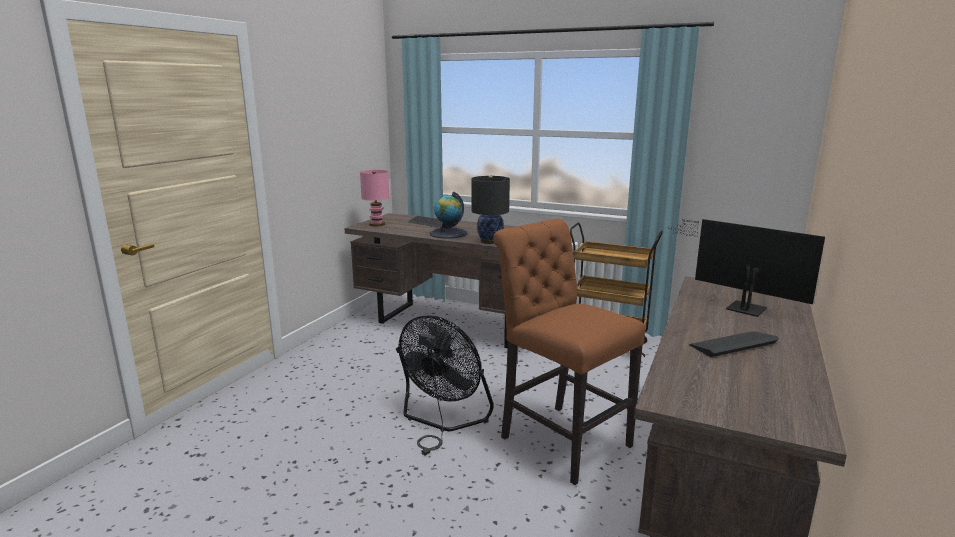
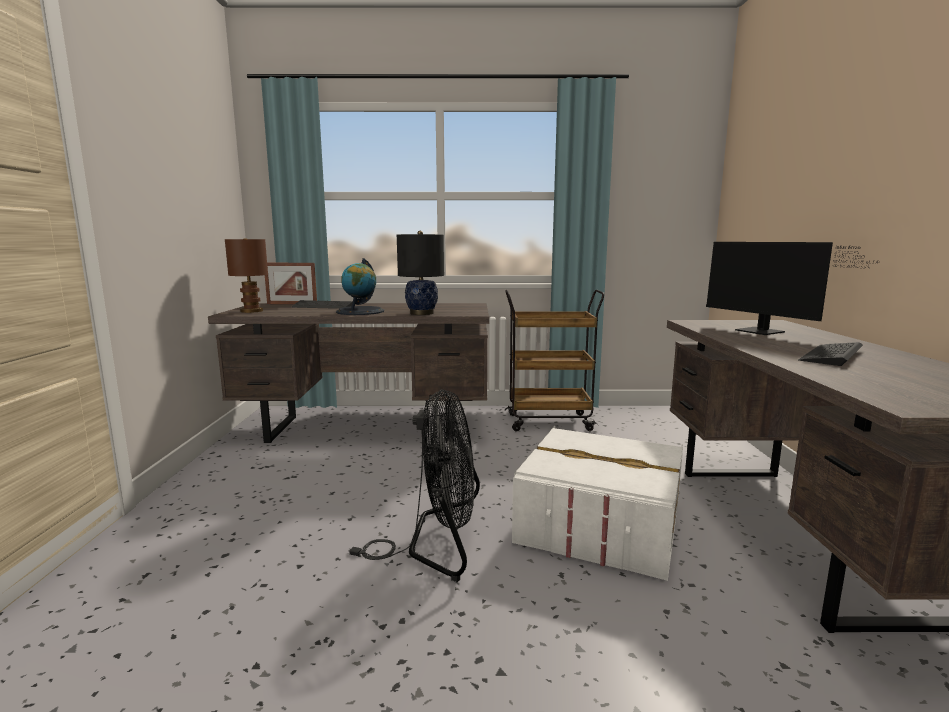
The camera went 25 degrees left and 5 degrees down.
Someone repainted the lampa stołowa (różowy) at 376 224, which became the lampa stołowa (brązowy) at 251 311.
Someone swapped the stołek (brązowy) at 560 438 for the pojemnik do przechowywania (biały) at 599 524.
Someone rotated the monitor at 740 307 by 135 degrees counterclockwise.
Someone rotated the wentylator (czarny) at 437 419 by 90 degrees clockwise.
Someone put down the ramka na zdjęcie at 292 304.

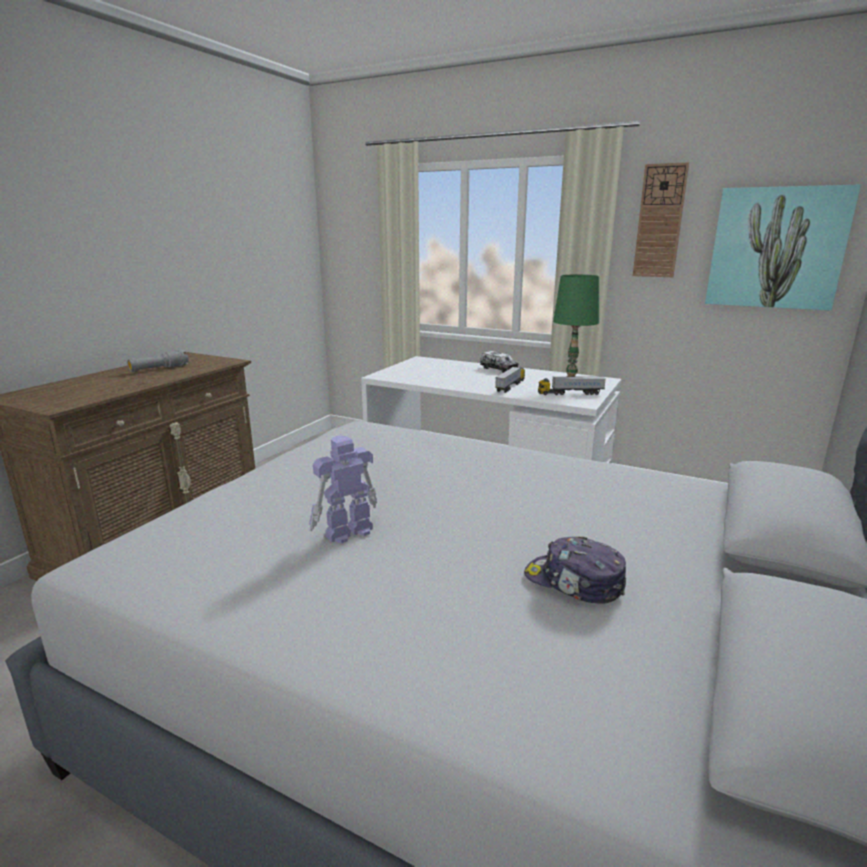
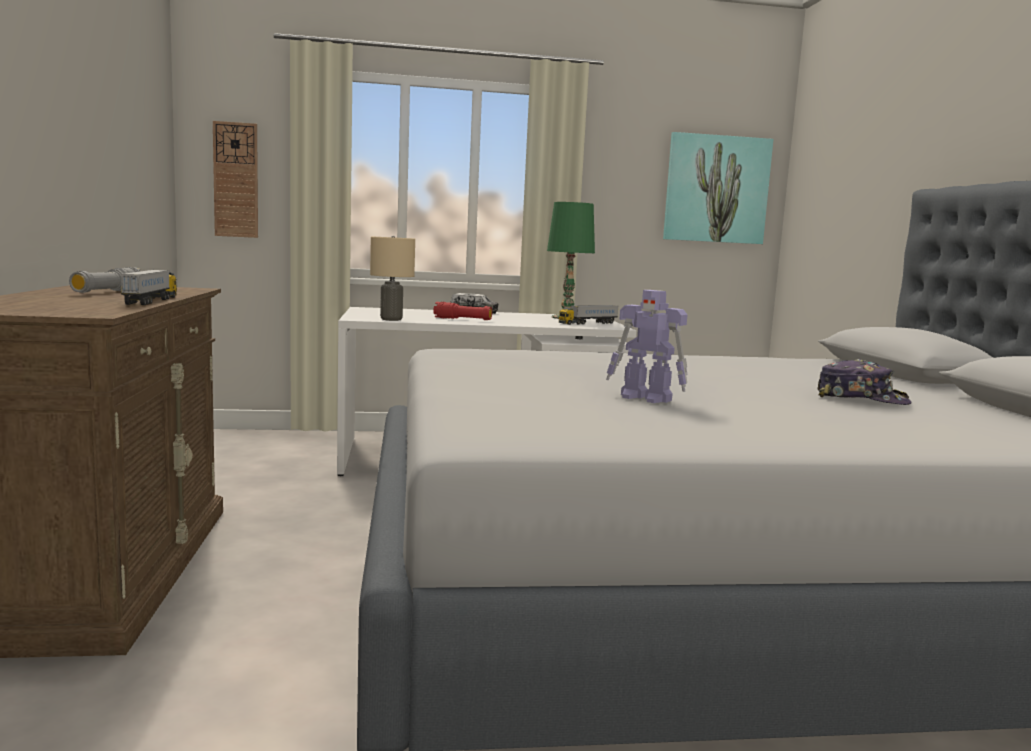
The camera went 35 degrees left and 10 degrees down.
Someone carried the zegar ścienny from 659 221 to 236 180.
Someone carried the ciężarówka zabawkowa from 510 386 to 151 301.
Someone rotated the robot zabawkowy at 347 532 by 75 degrees counterclockwise.
Someone rotated the czapka z daszkiem at 574 582 by 150 degrees counterclockwise.
Someone put down the lampa stołowa (beżowy) at 391 320.
Someone put down the latarka (czerwony) at 462 319.

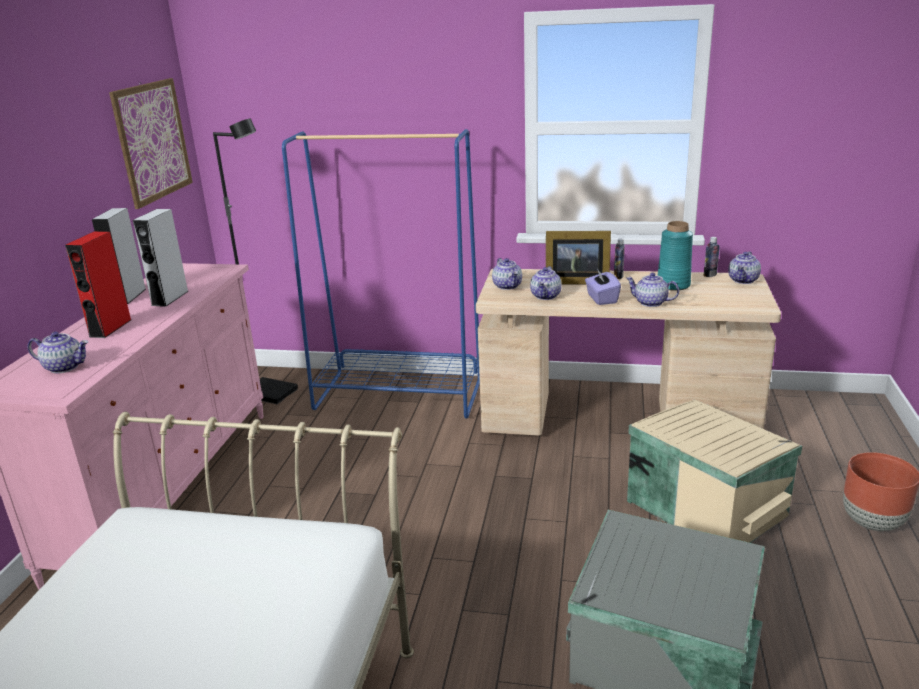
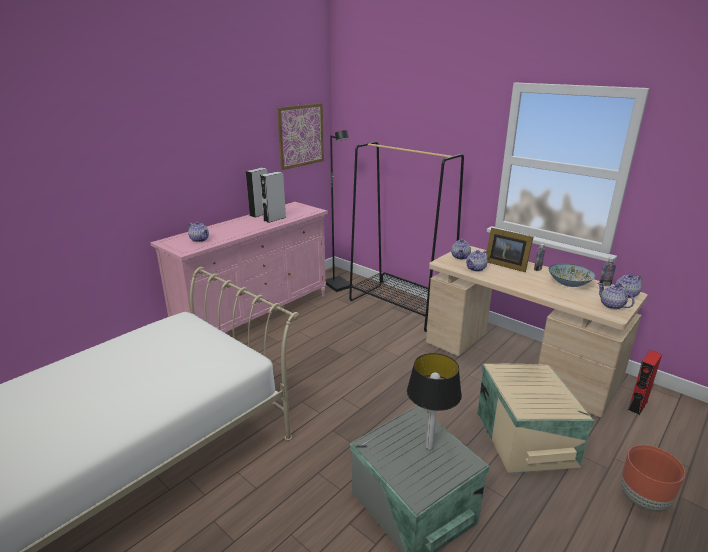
The camera went 30 degrees right and 0 degrees up.
Someone repainted the wieszak (niebieski) at 399 395, which became the wieszak (czarny) at 400 307.
Someone swapped the wazon (turkusowy) at 673 285 for the miska at 569 284.
Someone carried the głośnik (czerwony) from 110 328 to 637 405.
Someone took away the pudełko chusteczek (fioletowy) at 601 299.
Someone carried the imbryk from 650 303 to 611 305.
Someone put down the lampa stołowa at 429 447.

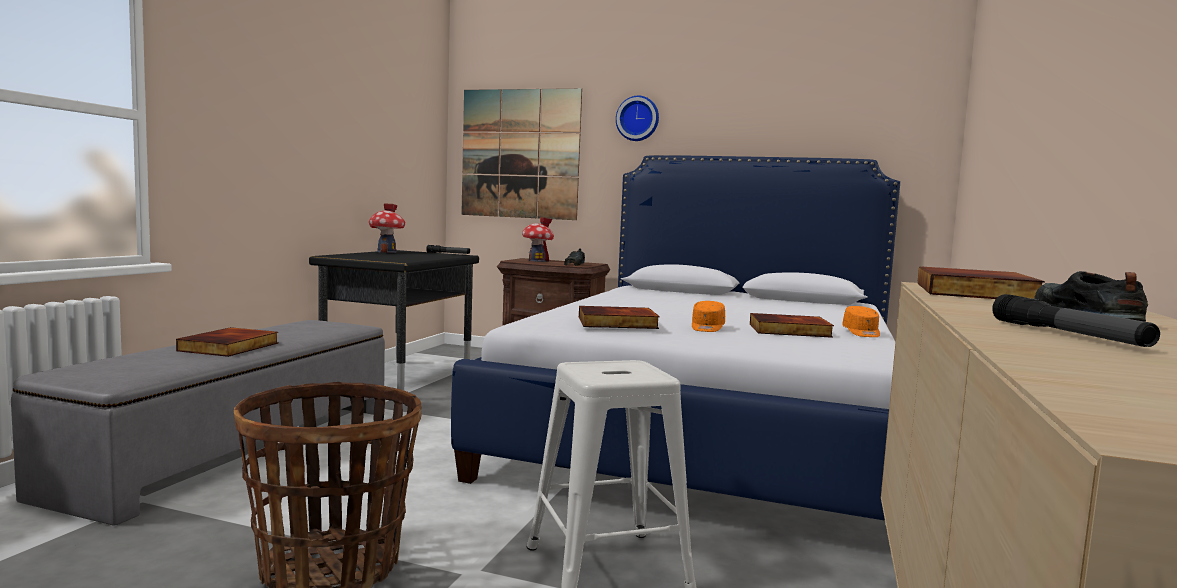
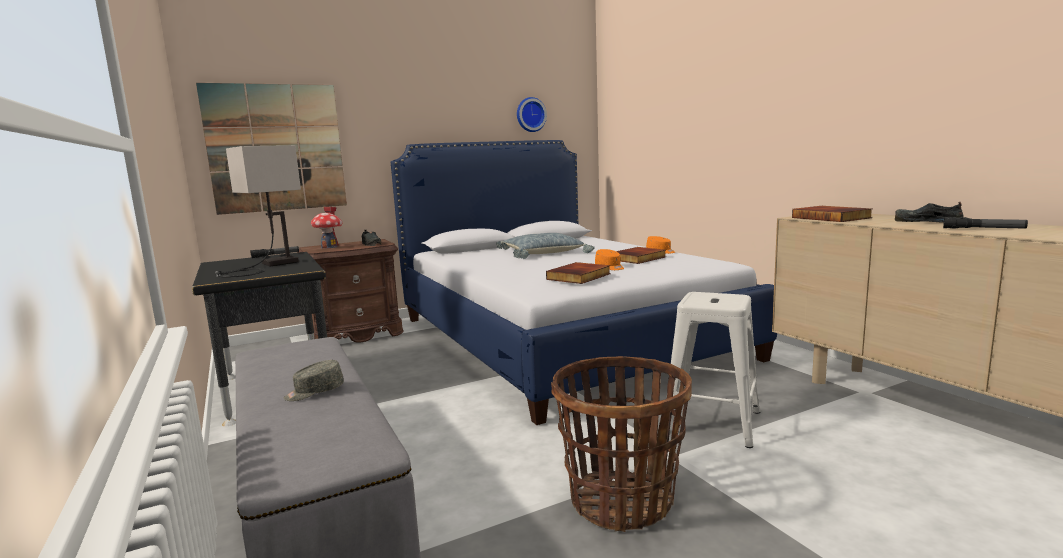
The camera went 45 degrees left and 5 degrees up.
Someone carried the zegar ścienny from 638 119 to 530 115.
Someone took away the domek at 387 252.
Someone swapped the książka at 230 347 for the czapka z daszkiem (szary) at 314 392.
Someone put down the lampa stołowa at 263 267.
Someone put down the poduszka at 542 252.

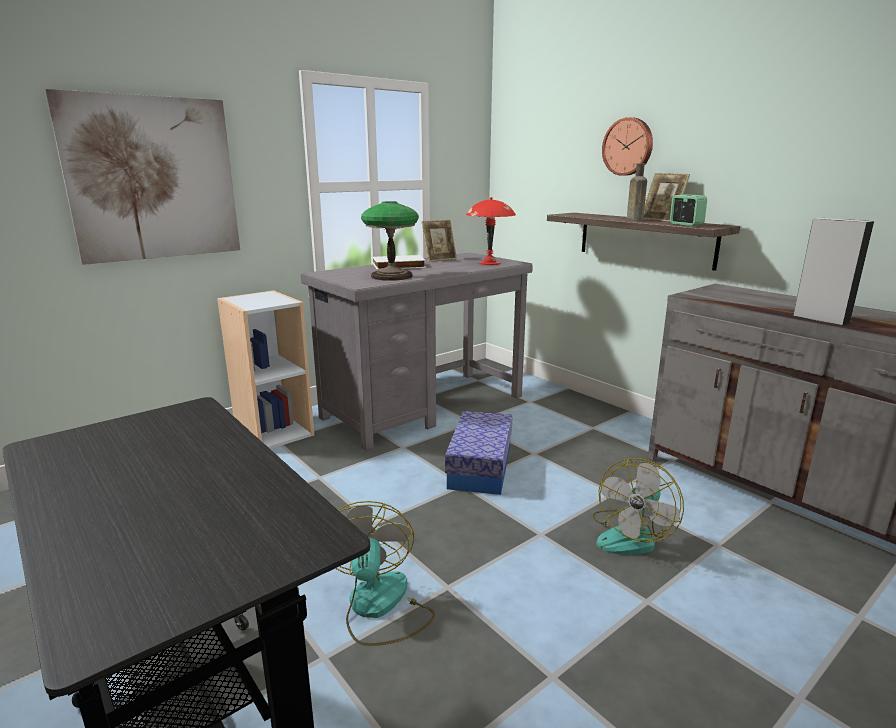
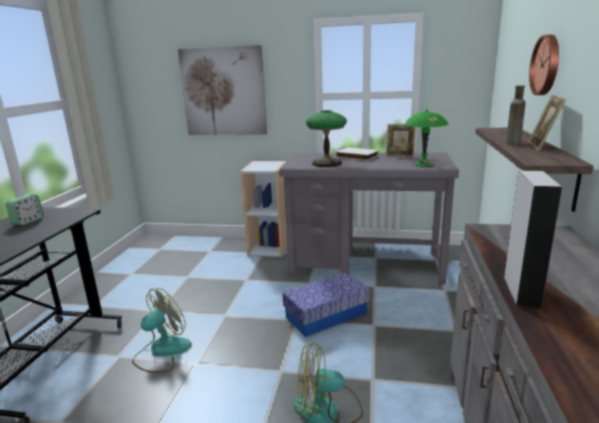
The camera went 50 degrees right and 0 degrees up.
Someone carried the budzik from 685 224 to 28 221.
Someone repainted the lampa stołowa (czerwony) at 490 263, which became the lampa stołowa (zielony) at 424 164.

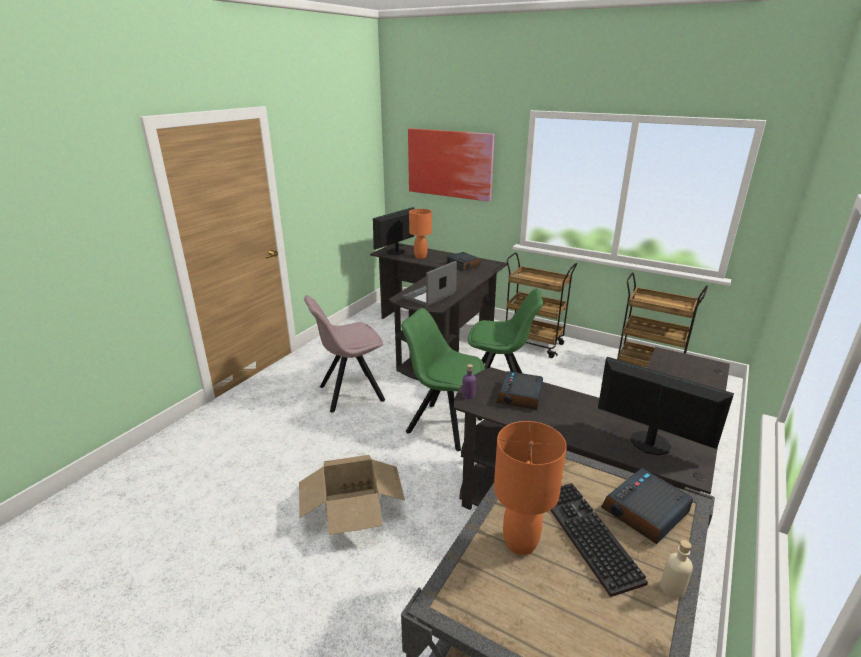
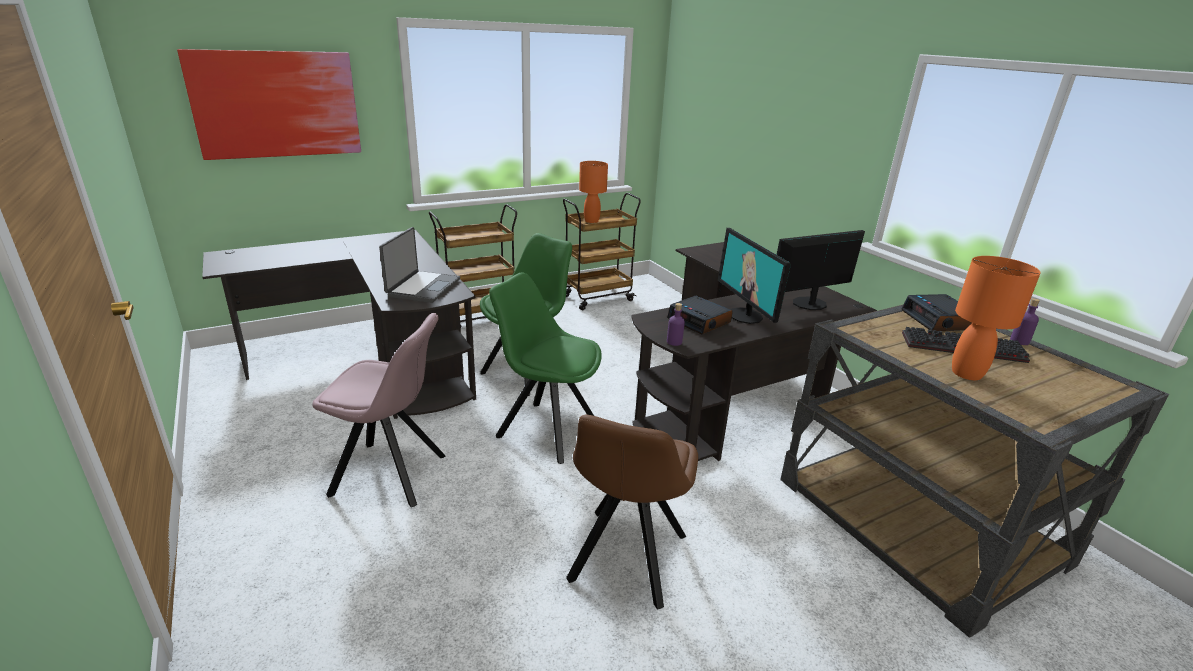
The camera went 60 degrees left and 0 degrees up.
Someone carried the monitor from 396 252 to 746 316.
Someone carried the lampa stołowa (pomarańczowy) from 420 257 to 591 221.
Someone took away the budzik at 463 265.
Someone rotated the laptop at 430 296 by 150 degrees counterclockwise.
Someone rotated the krzesło (różowy) at 350 393 by 90 degrees counterclockwise.
Someone rotated the krzesło (zielony) at 443 426 by 60 degrees clockwise.
Someone swapped the karton at 352 509 for the krzesło (brązowy) at 626 557.
Someone repainted the butelka (beżowy) at 672 587, which became the butelka (fioletowy) at 1019 341.

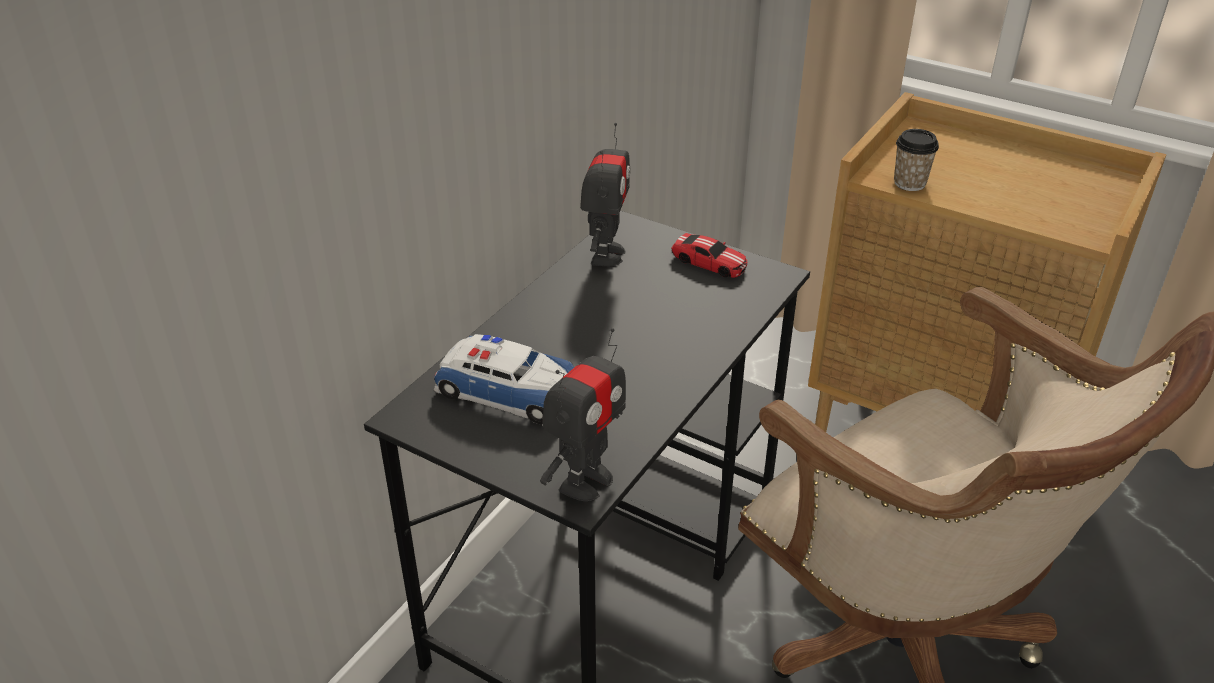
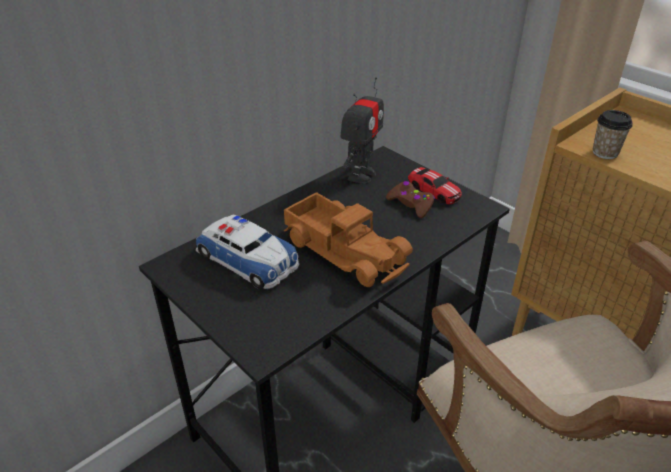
The camera went 15 degrees right and 0 degrees up.
Someone took away the robot zabawkowy at 585 481.
Someone put down the pad do gier (brązowy) at 411 204.
Someone put down the ciężarówka zabawkowa at 346 250.

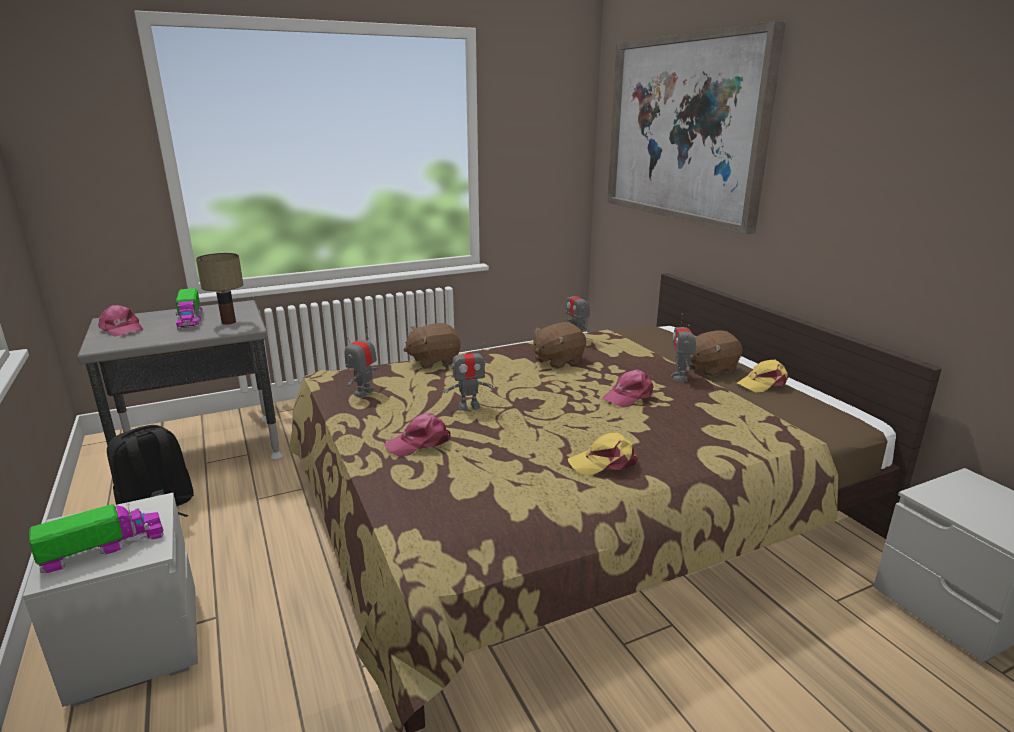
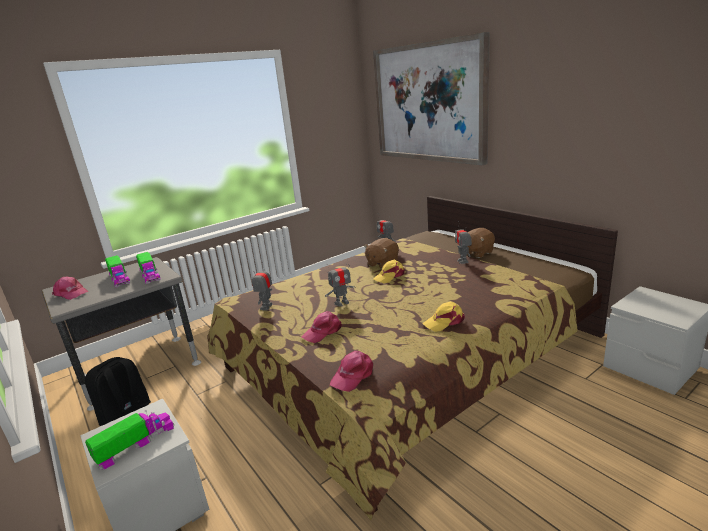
The camera went 10 degrees left and 0 degrees up.
Someone swapped the lampa stołowa at 229 322 for the ciężarówka zabawkowa at 150 275.
Someone took away the pluszak (brązowy) at 433 361.
Someone carried the czapka z daszkiem (żółty) from 763 383 to 390 276.
Someone carried the czapka z daszkiem (różowy) from 629 396 to 353 375.

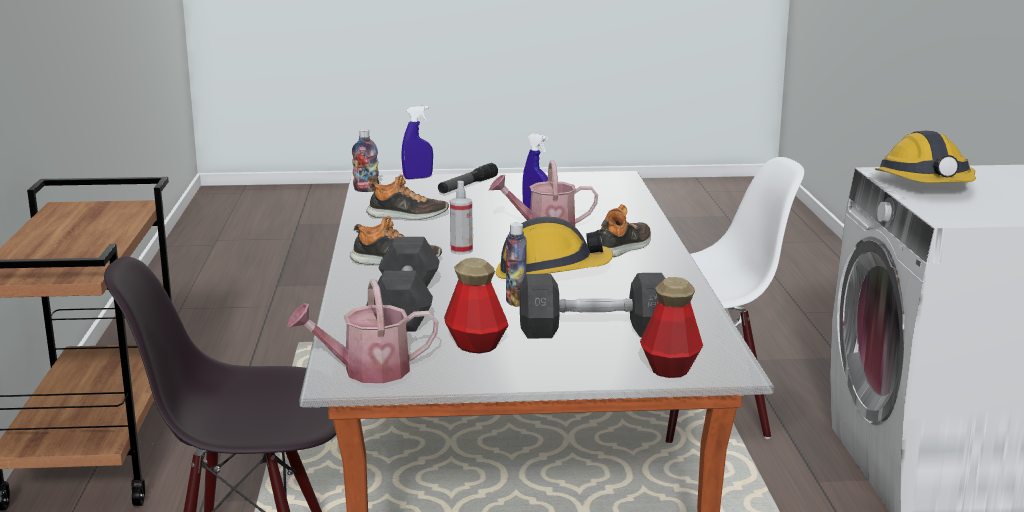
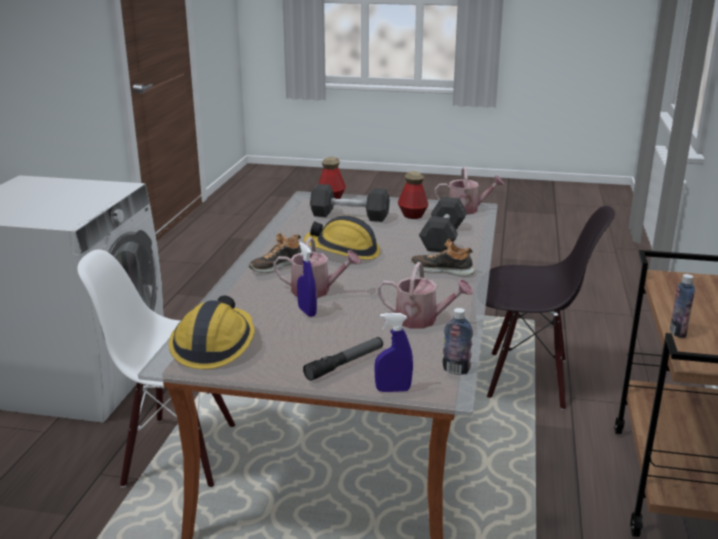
The camera went 165 degrees left and 5 degrees up.
Someone carried the kask from 925 185 to 214 345.
Someone swapped the but at 407 216 for the konewka at 422 320.
Someone took away the spryskiwacz at 461 250.
Someone carried the butelka from 516 301 to 677 332.

